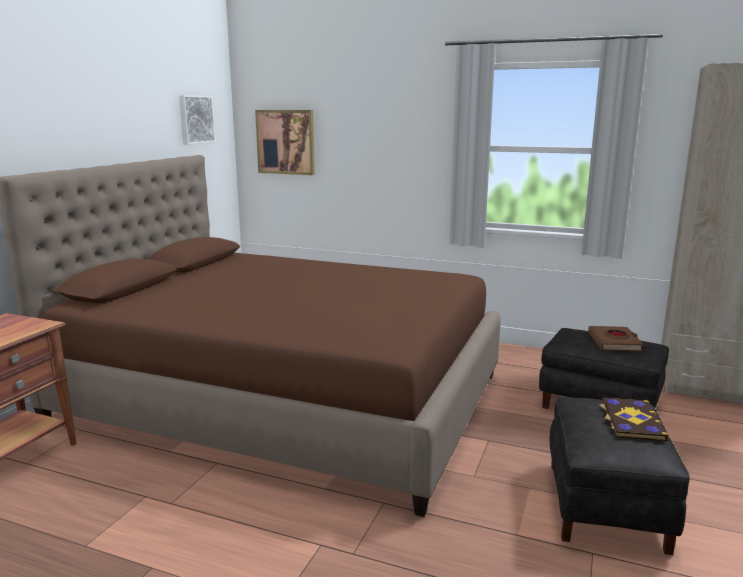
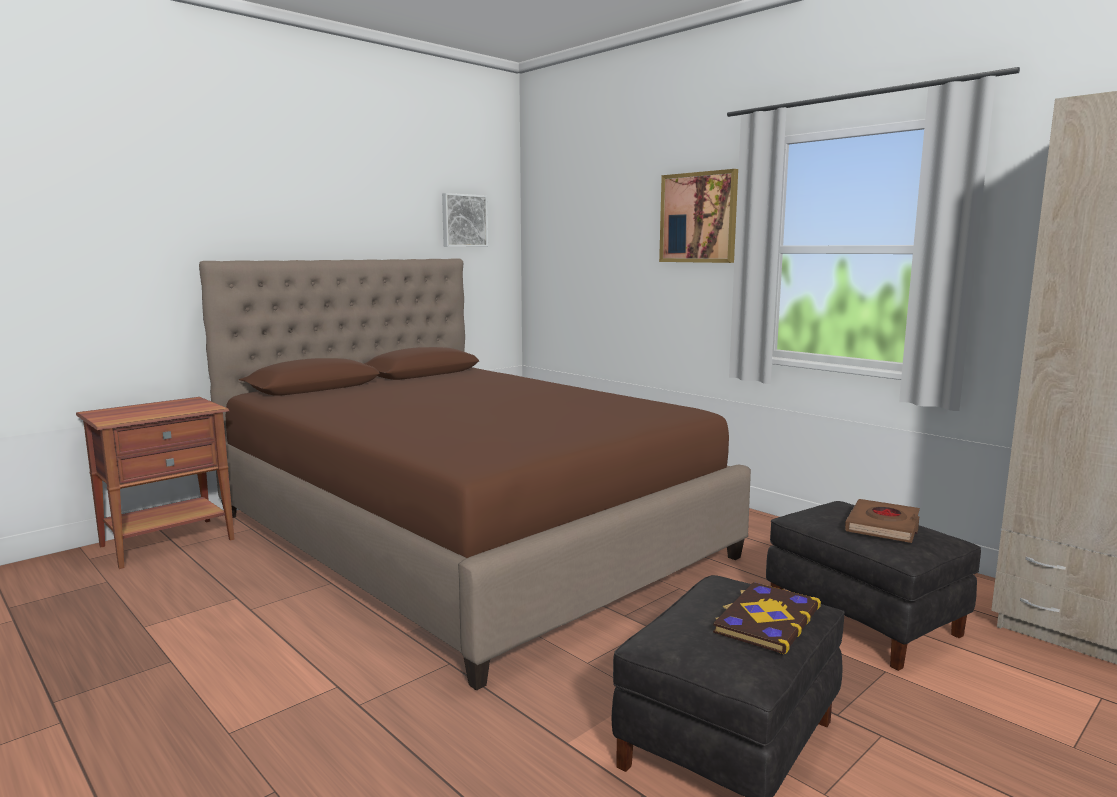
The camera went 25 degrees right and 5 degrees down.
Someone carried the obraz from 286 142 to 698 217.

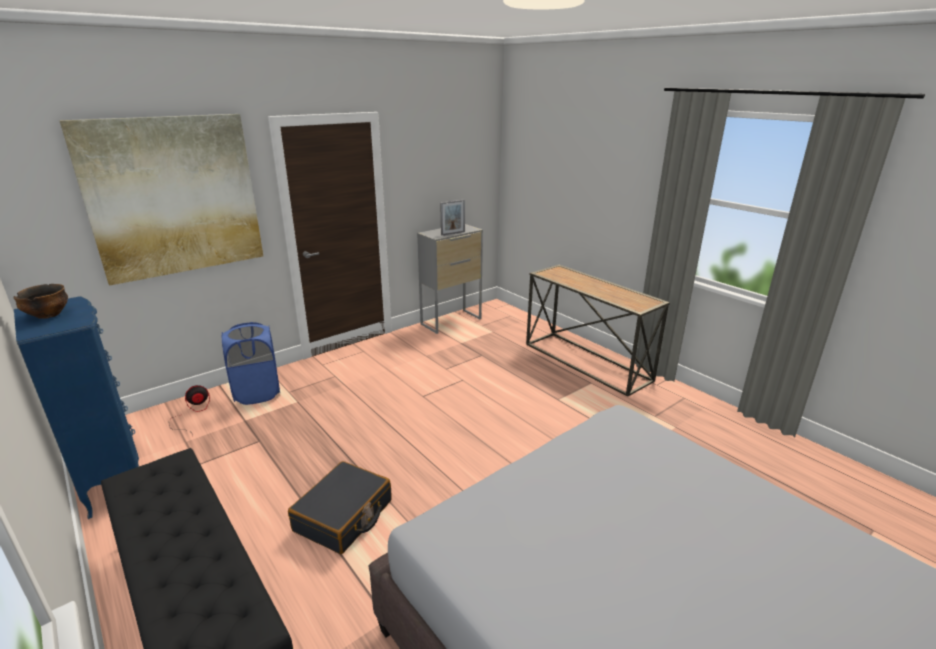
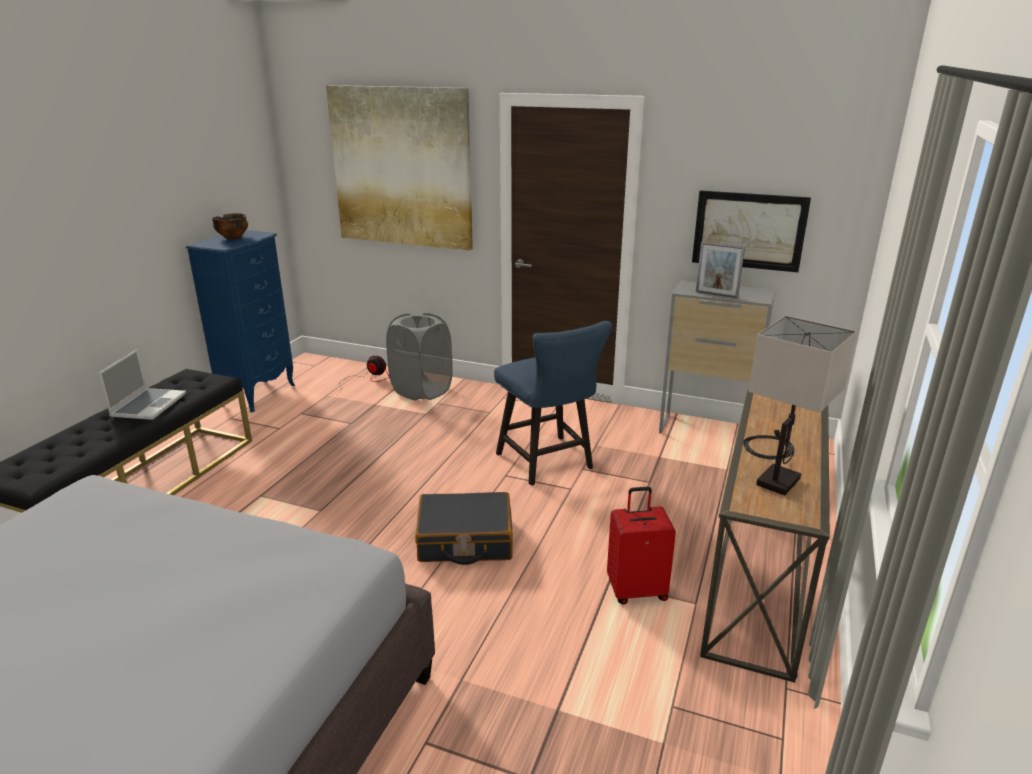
The camera went 60 degrees right and 0 degrees up.
Someone repainted the kosz na pranie (niebieski) at 257 393, which became the kosz na pranie (szary) at 422 390.
Someone carried the walizka (czarny) from 344 516 to 465 540.
Someone put up the obraz at 749 230.
Someone put down the lampa stołowa at 776 466.
Someone put down the krzesło (niebieski) at 548 464.
Someone put down the laptop at 148 405.
Someone put down the walizka (czerwony) at 636 590.

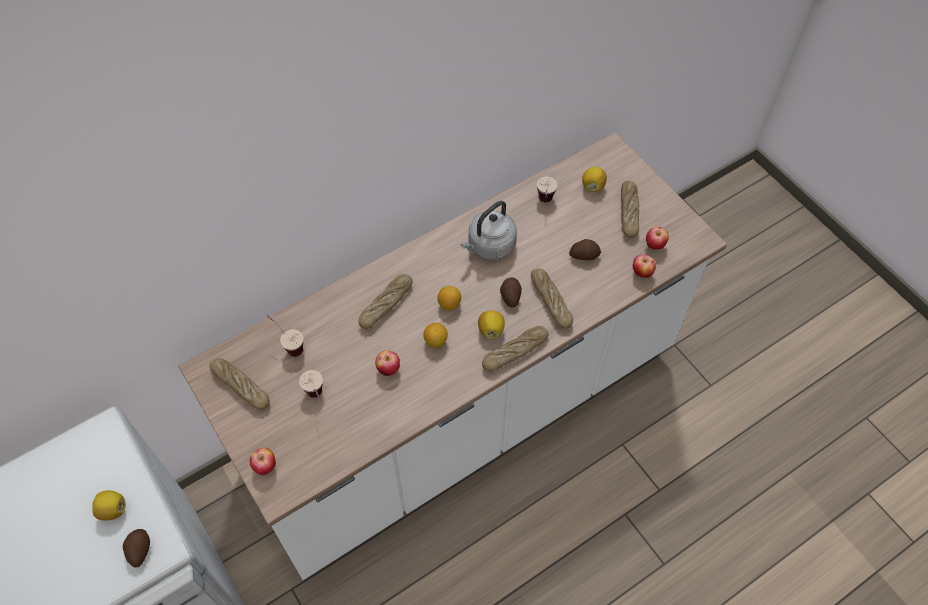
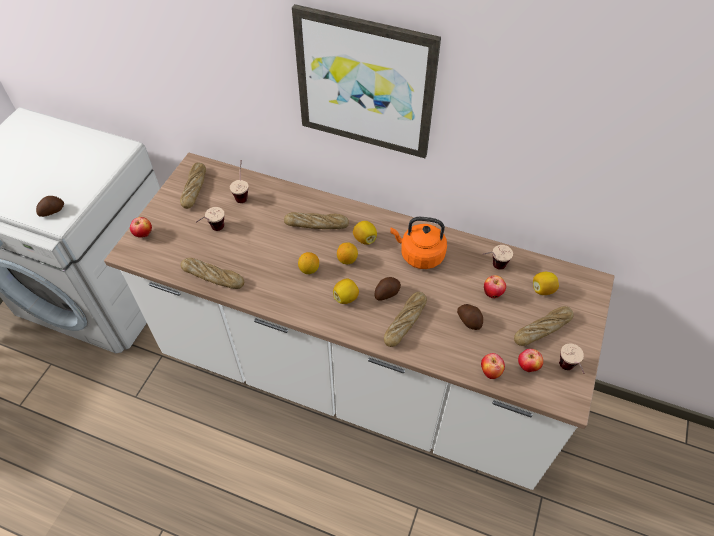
The camera went 55 degrees right and 5 degrees down.
Someone repainted the czajnik (szary) at 489 246, which became the czajnik (pomarańczowy) at 419 255.
Someone carried the chleb from 515 351 to 213 277.
Someone carried the jabłko from 388 369 to 492 293.
Someone carried the cytryna from 112 509 to 365 239.
Someone put up the obraz at 365 83.
Someone put down the filiżanka at 568 372.

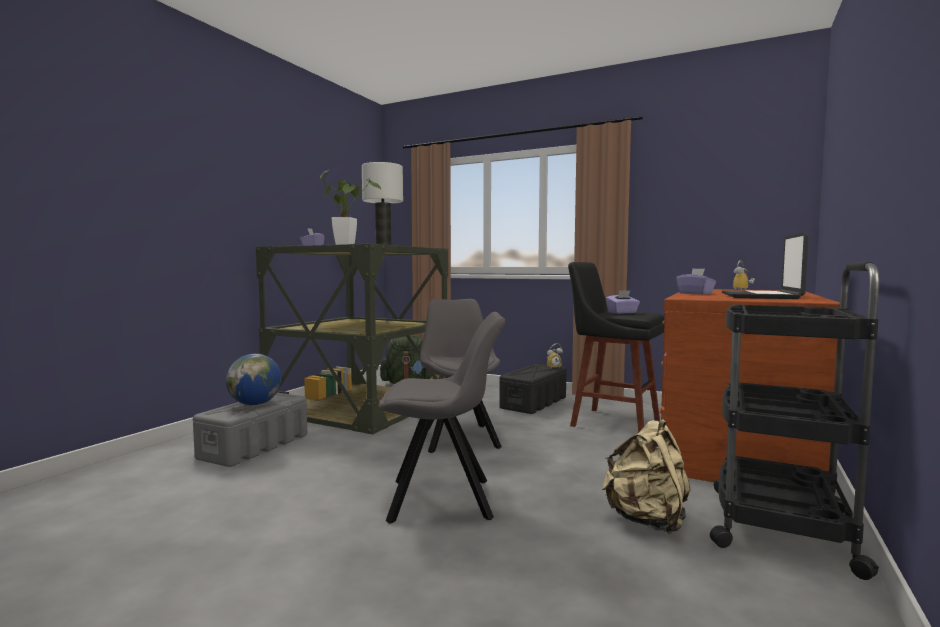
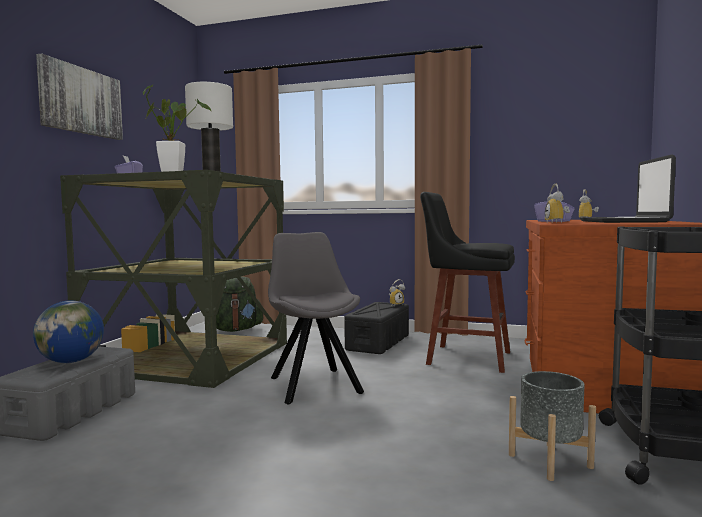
The camera went 10 degrees left and 0 degrees up.
Someone took away the pudełko chusteczek (fioletowy) at 622 312.
Someone took away the krzesło (szary) at 442 499.
Someone swapped the plecak (beżowy) at 646 520 for the donica (szary) at 550 461.
Someone put up the obraz at 81 101.
Someone put down the budzik at 558 222.

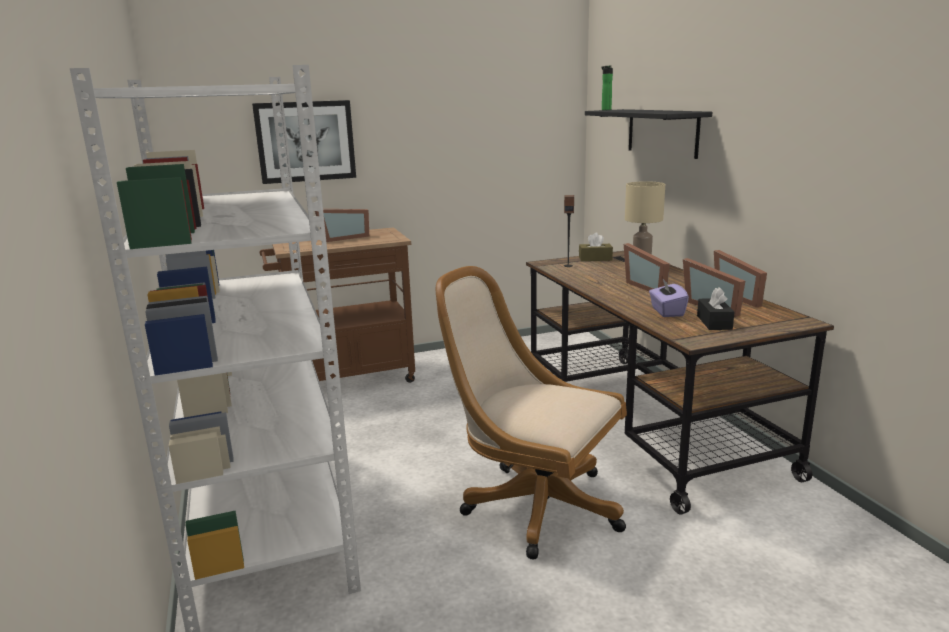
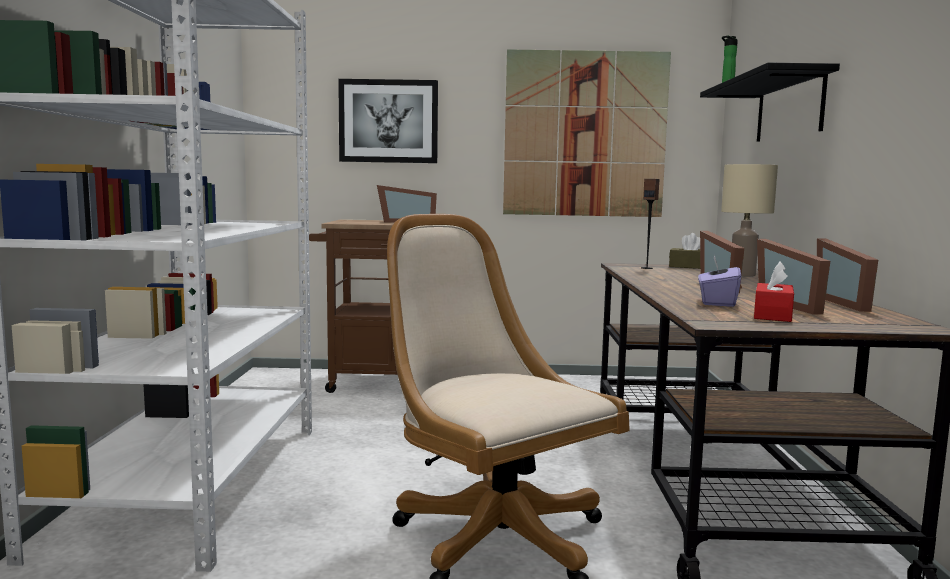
The camera went 20 degrees right and 10 degrees down.
Someone repainted the pudełko chusteczek (czarny) at 714 322, which became the pudełko chusteczek (czerwony) at 772 315.
Someone put up the obraz at 585 134.

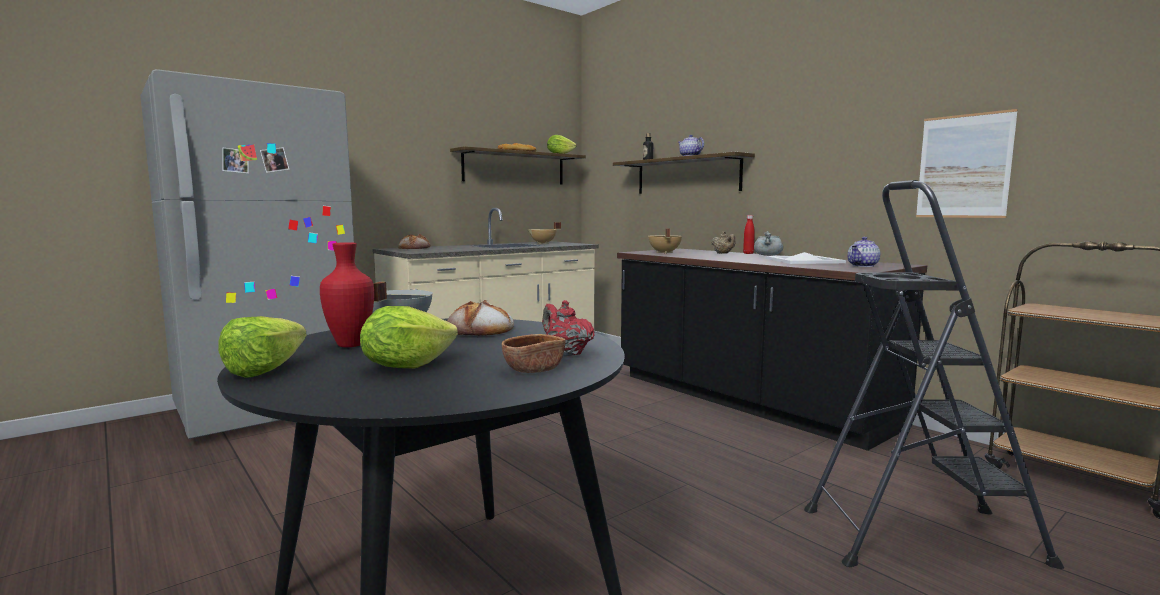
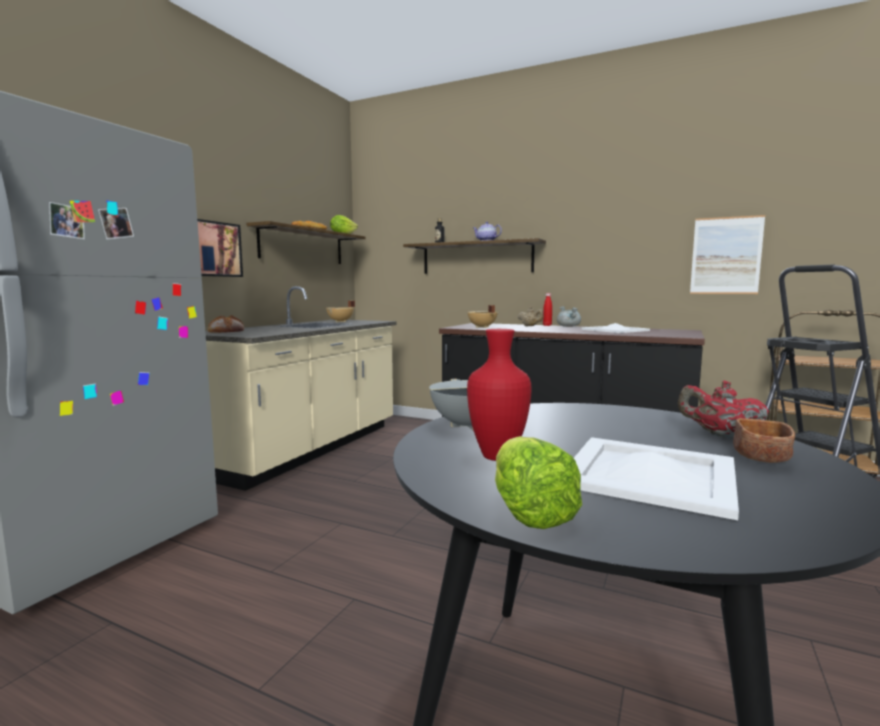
The camera went 25 degrees left and 0 degrees up.
Someone took away the imbryk at 863 266.
Someone took away the chleb at 481 330.
Someone swapped the sałata at 406 366 for the taca (biały) at 648 474.
Someone put up the obraz at 215 249.

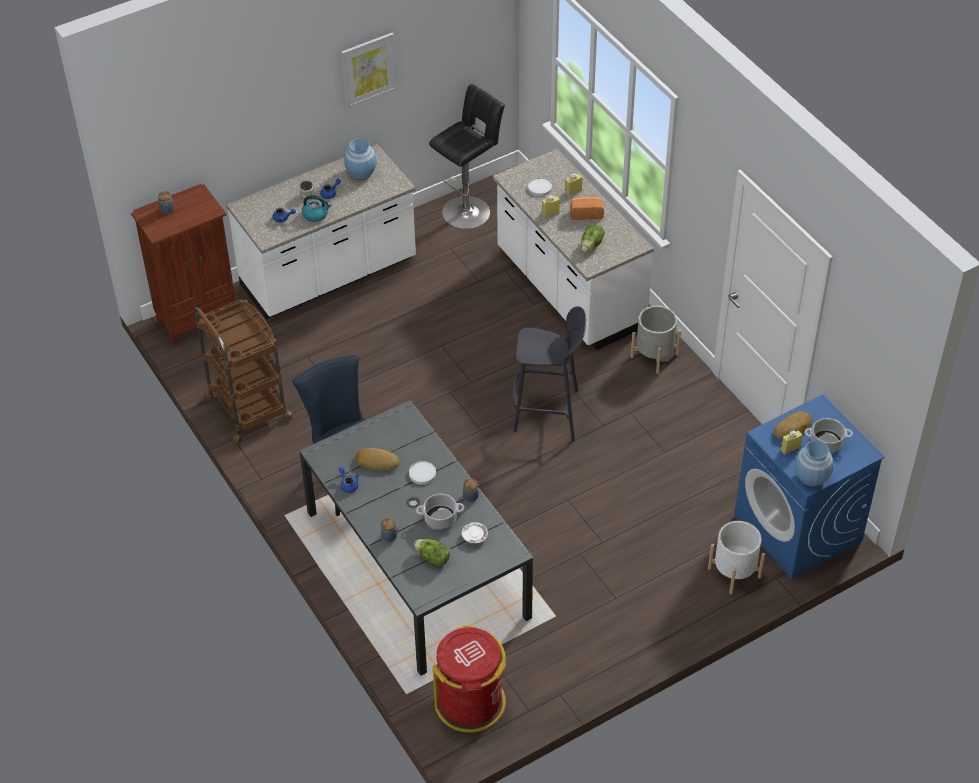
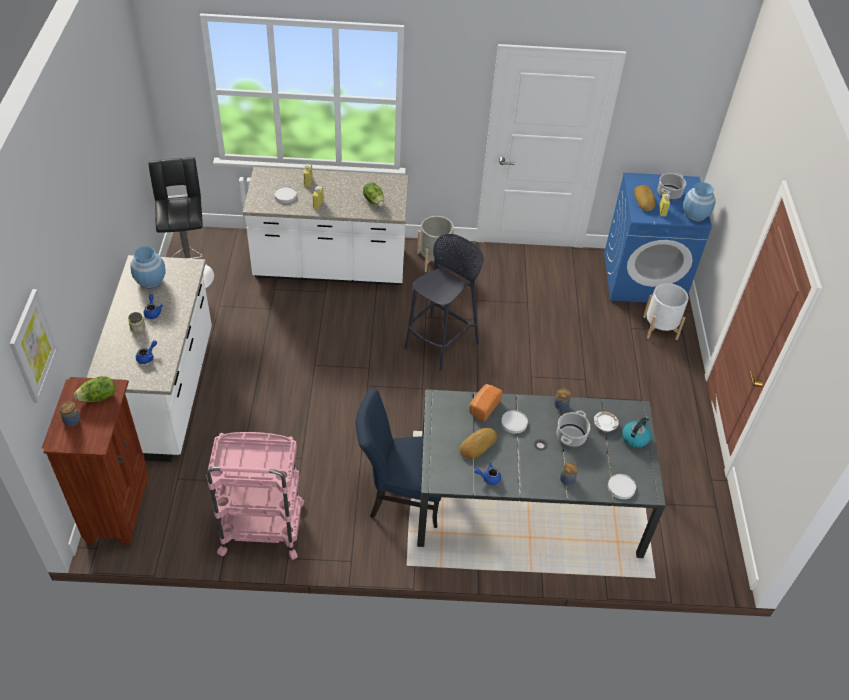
The camera went 60 degrees left and 0 degrees up.
Someone carried the obraz from 368 70 to 33 346.
Someone carried the czajnik from 316 214 to 635 437.
Someone carried the chleb from 586 213 to 483 407.
Someone repainted the wózek (brązowy) at 249 408, which became the wózek (różowy) at 262 528.
Someone carried the sałata from 432 558 to 98 397.
Someone took away the kosz na śmieci (czerwony) at 471 702.
Someone put down the talerz (biały) at 621 487.

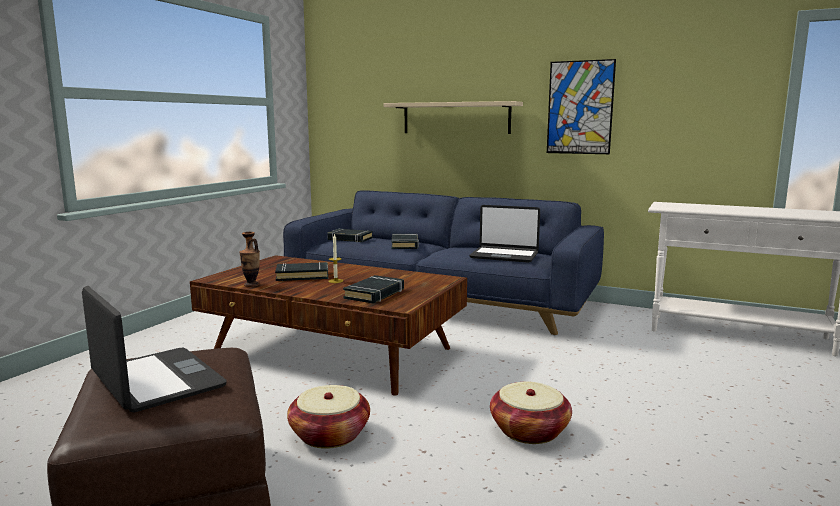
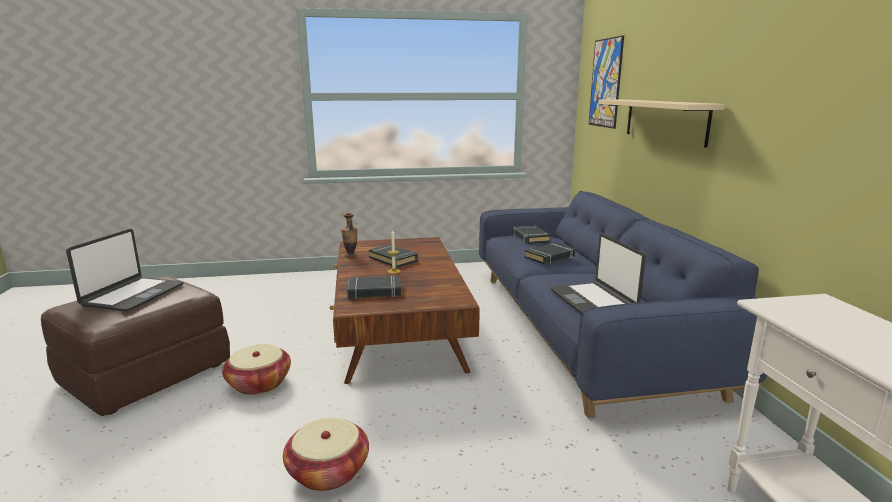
The camera went 55 degrees right and 5 degrees up.
Someone carried the obraz from 580 107 to 605 83.

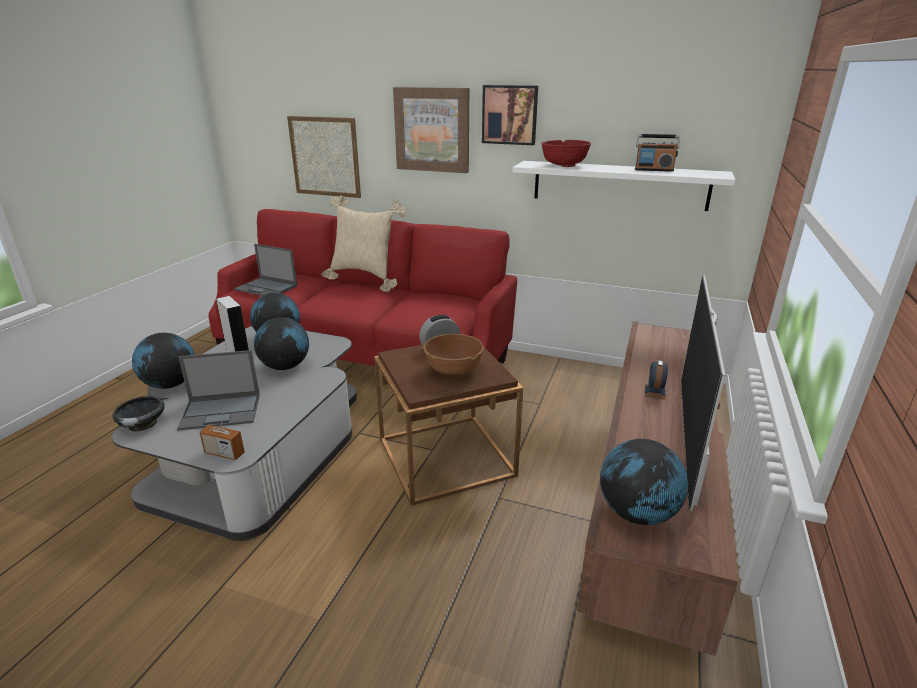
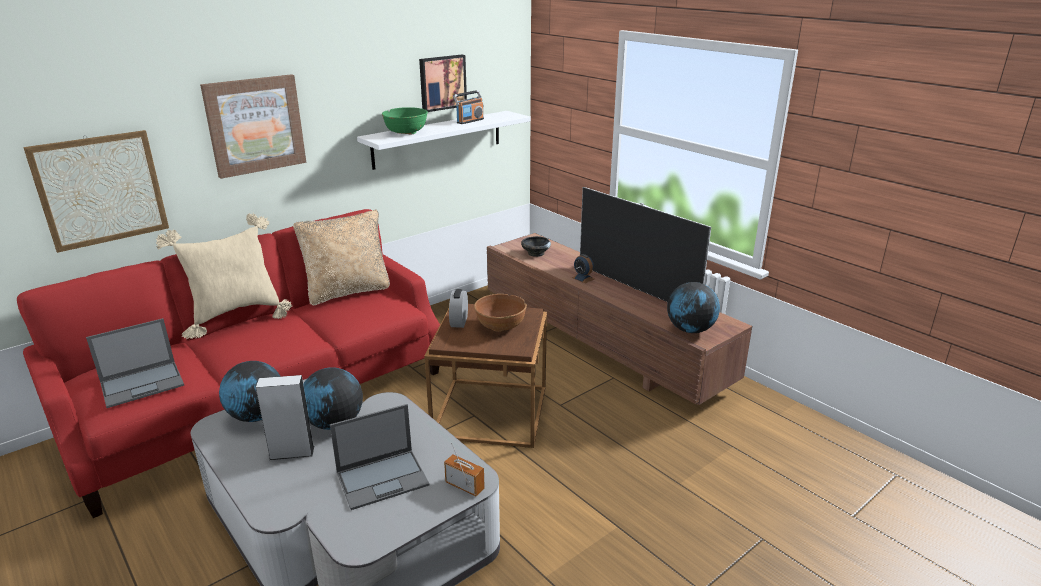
The camera went 60 degrees left and 0 degrees up.
Someone carried the obraz from 510 115 to 442 82.
Someone repainted the miska (czerwony) at 564 165, which became the miska (zielony) at 406 133.
Someone took away the globus at 170 385.
Someone rotated the laptop at 222 411 by 45 degrees clockwise.
Someone carried the miska (czarny) from 143 424 to 535 253.
Someone rotated the radio at 224 453 by 105 degrees counterclockwise.
Someone put down the poduszka (beżowy) at 349 293.

